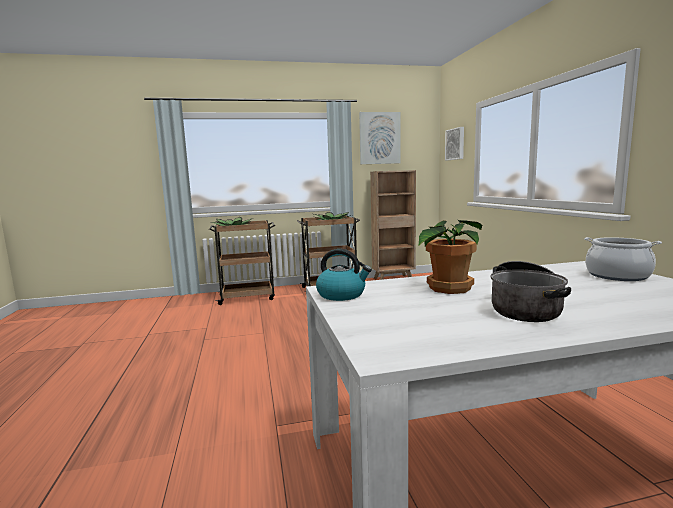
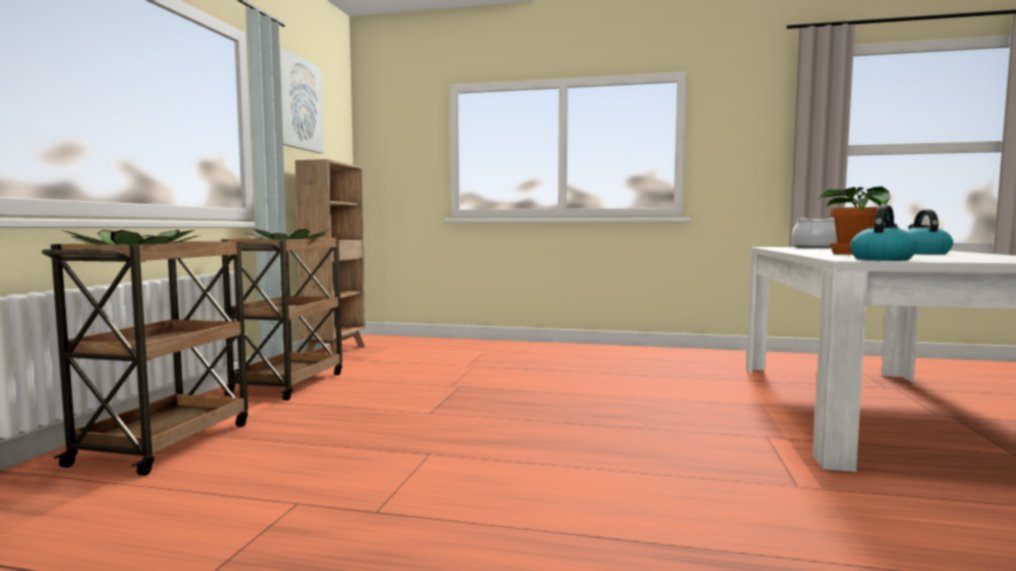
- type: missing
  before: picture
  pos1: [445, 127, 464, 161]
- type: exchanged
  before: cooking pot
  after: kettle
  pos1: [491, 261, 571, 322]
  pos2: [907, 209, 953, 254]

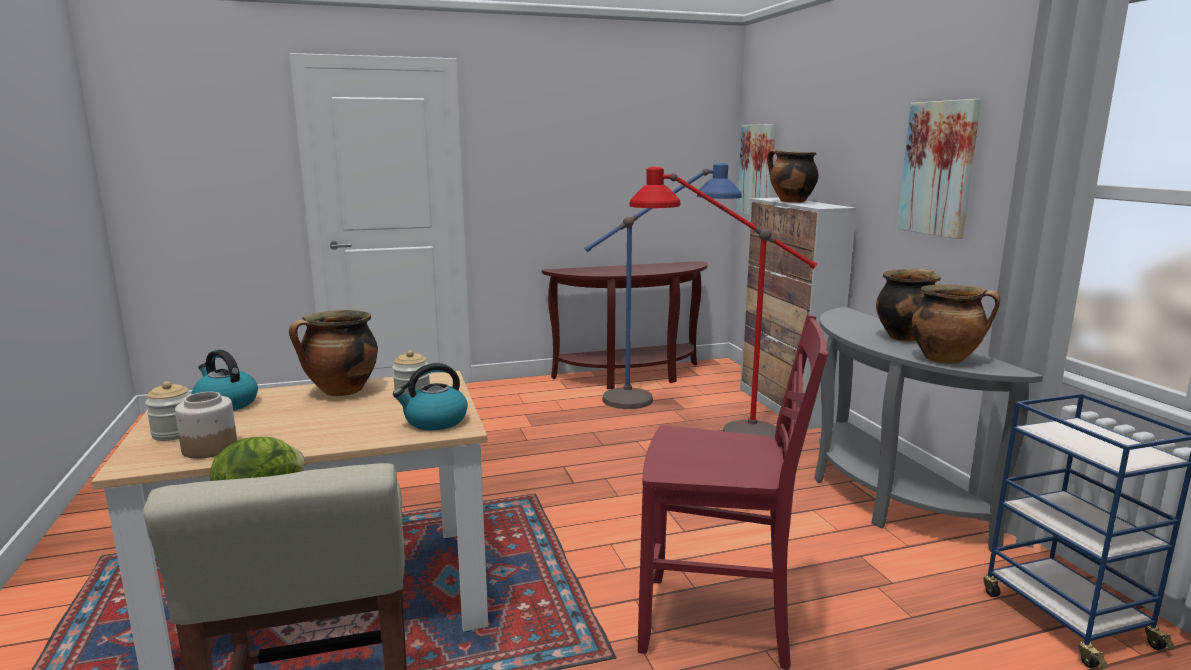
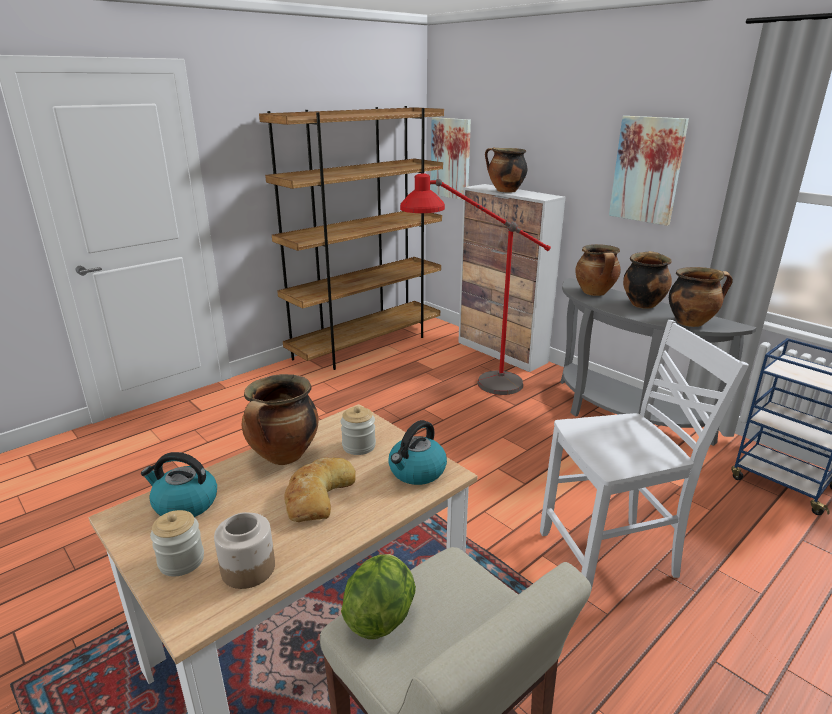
- type: exchanged
  before: brown console table
  after: brown bookcase
  pos1: [542, 261, 708, 389]
  pos2: [259, 106, 444, 370]
- type: missing
  before: blue floor lamp
  pos1: [584, 163, 742, 409]
- type: colour
  before: red chair
  after: white chair
  pos1: [638, 315, 829, 670]
  pos2: [540, 320, 749, 590]
- type: appeared
  after: bread
  pos2: [284, 458, 356, 522]
- type: appeared
  after: cooking pot
  pos2: [575, 244, 621, 296]

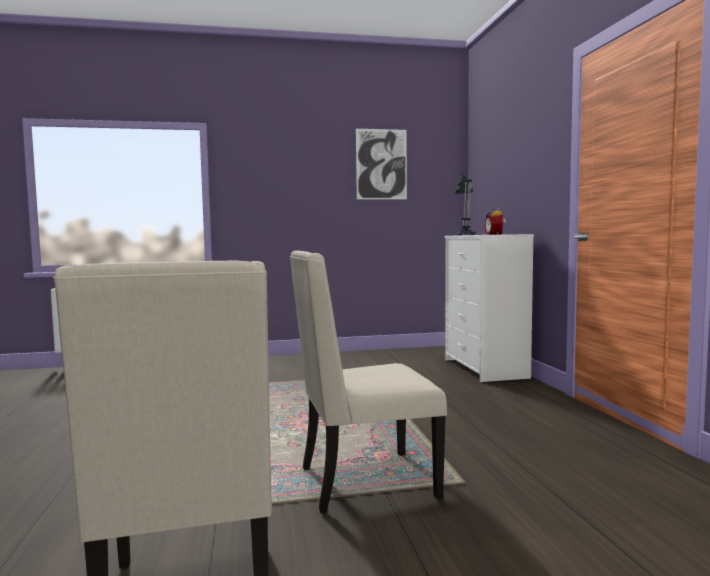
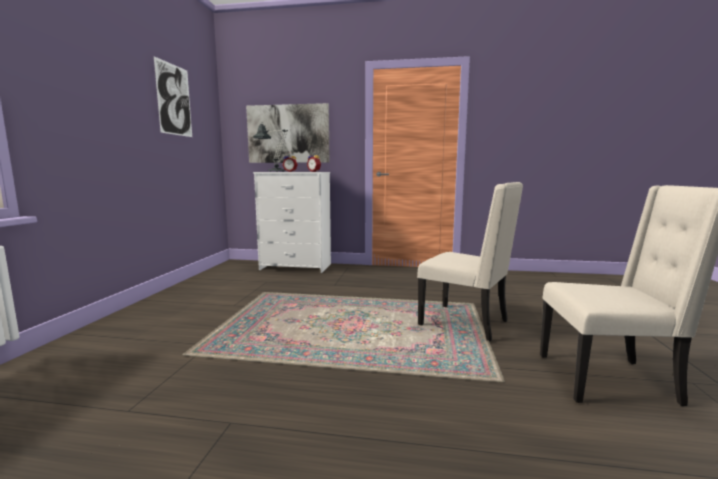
- type: spun
  before: beige chair
  pos1: [290, 251, 447, 513]
  pos2: [417, 182, 523, 342]
  turn: -60
- type: appeared
  after: picture
  pos2: [246, 103, 330, 163]

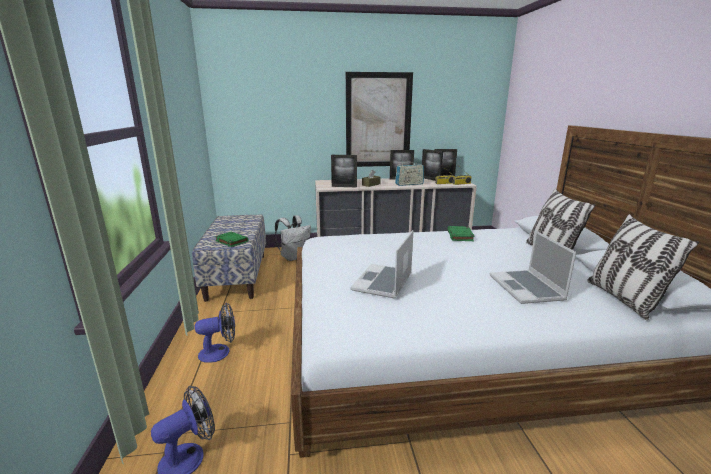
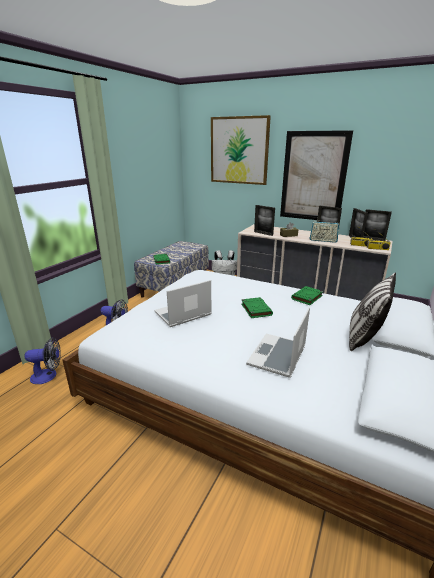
- type: missing
  before: pillow
  pos1: [587, 214, 699, 320]
- type: appeared
  after: picture
  pos2: [211, 115, 271, 185]
- type: appeared
  after: green book
  pos2: [242, 297, 273, 318]

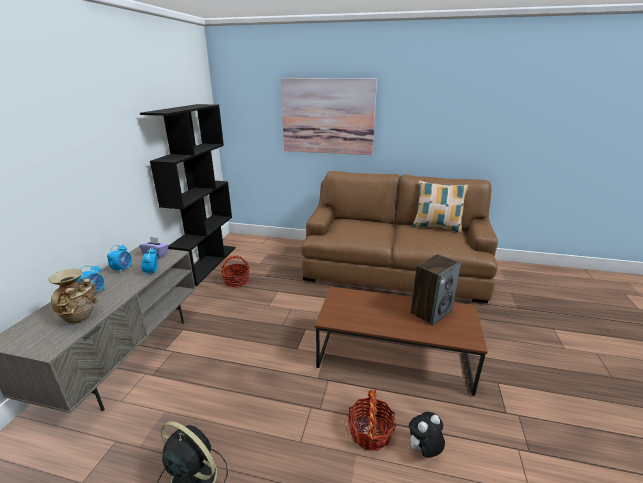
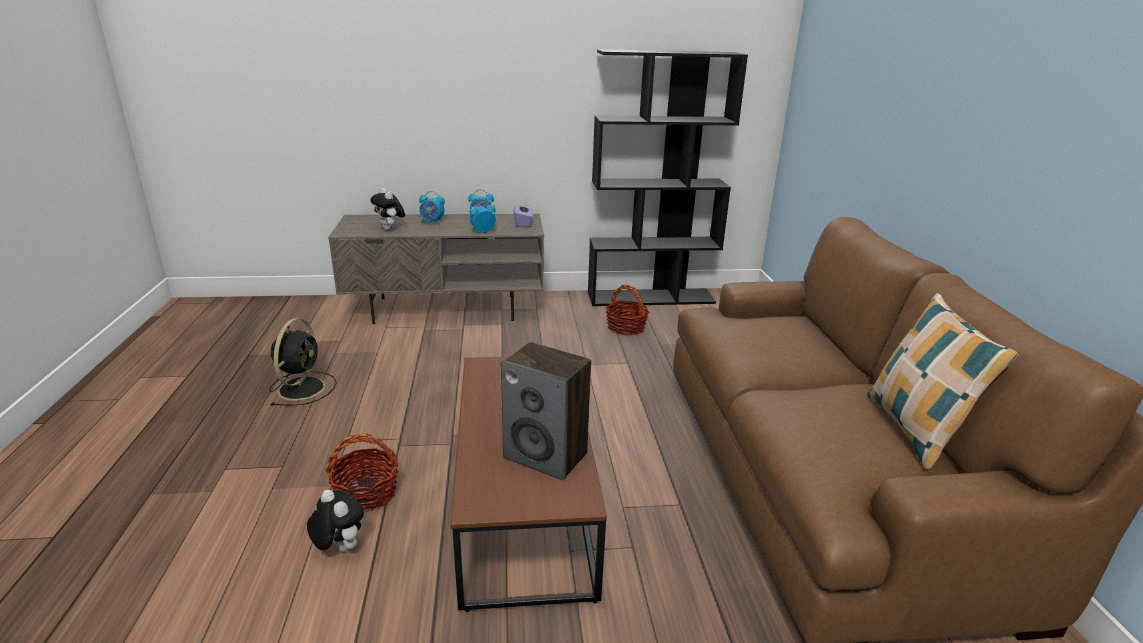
- type: exchanged
  before: beige vase
  after: plush toy
  pos1: [48, 269, 99, 324]
  pos2: [370, 188, 405, 230]
- type: missing
  before: picture
  pos1: [281, 78, 377, 155]

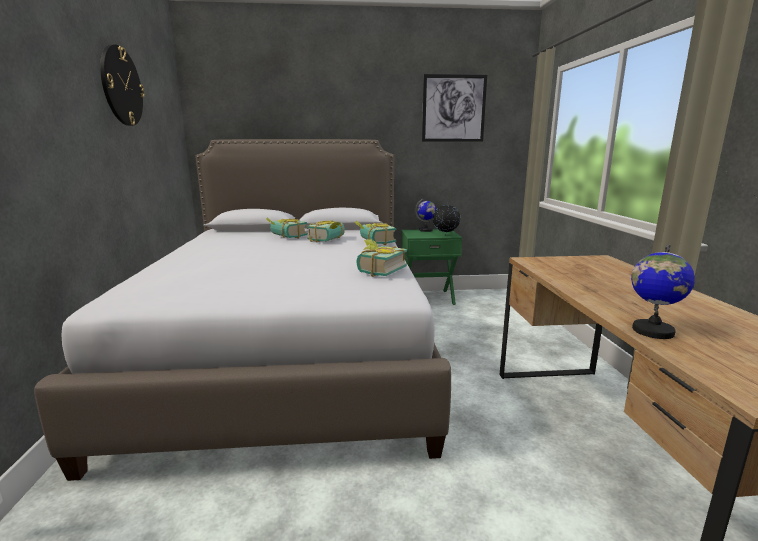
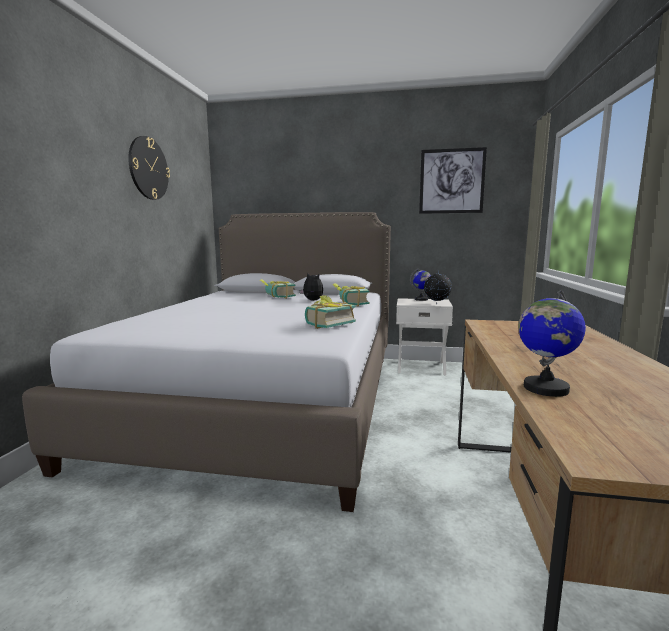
- type: exchanged
  before: book
  after: plush toy
  pos1: [307, 220, 345, 242]
  pos2: [300, 272, 323, 301]
- type: colour
  before: green nightstand
  after: white nightstand
  pos1: [401, 229, 462, 305]
  pos2: [396, 298, 453, 375]

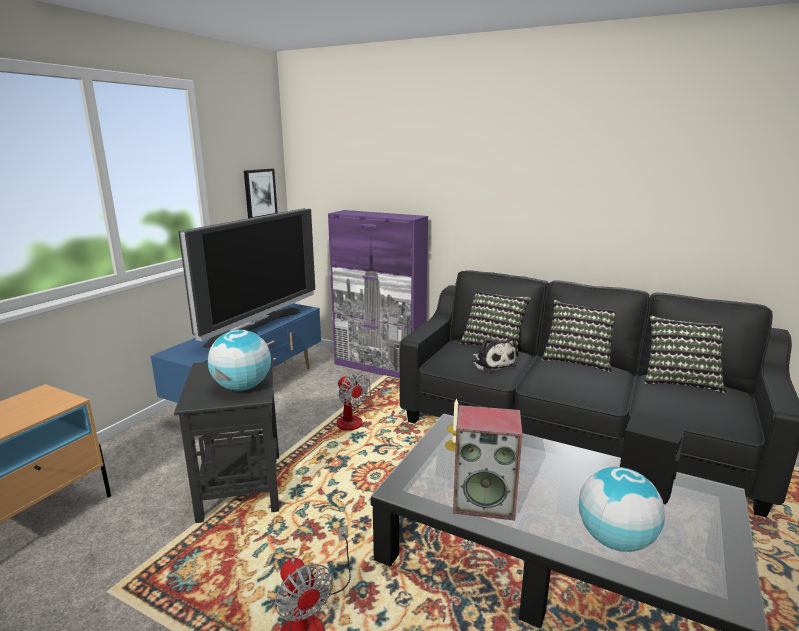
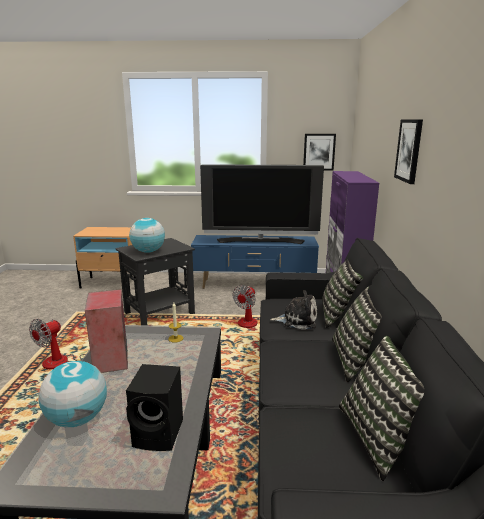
- type: spun
  before: plush toy
  pos1: [472, 337, 517, 373]
  pos2: [270, 290, 317, 330]
  turn: -120
- type: appeared
  after: picture
  pos2: [394, 119, 423, 184]

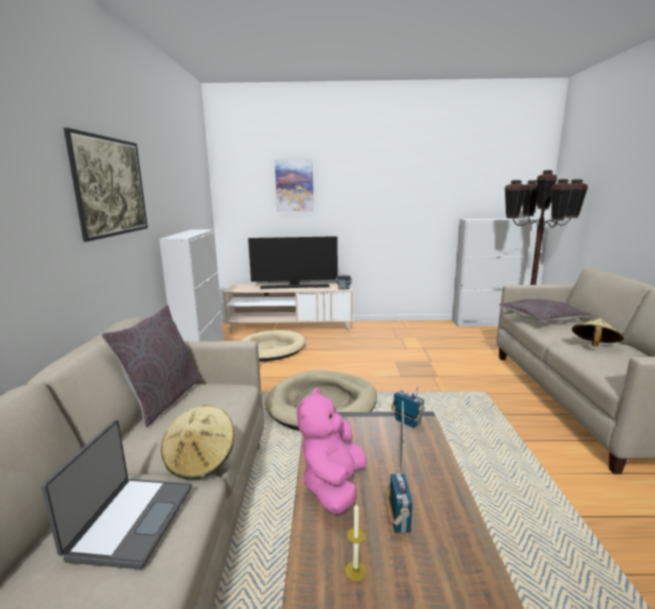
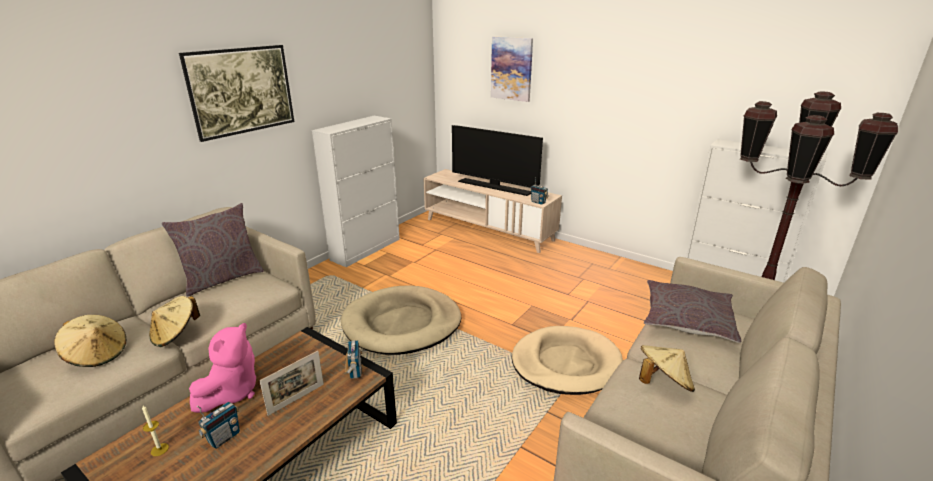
- type: exchanged
  before: laptop
  after: beige hat
  pos1: [41, 420, 192, 570]
  pos2: [54, 315, 126, 367]
- type: relocated
  before: beige dog bed
  pos1: [240, 330, 305, 361]
  pos2: [512, 326, 623, 395]
- type: spun
  before: pink plush toy
  pos1: [297, 388, 367, 514]
  pos2: [189, 323, 256, 413]
  turn: 150

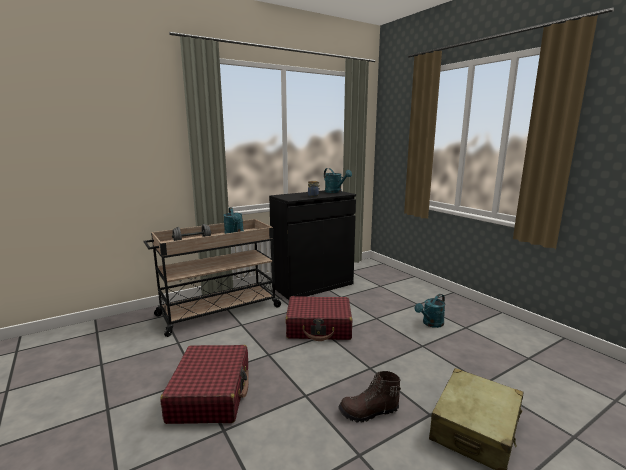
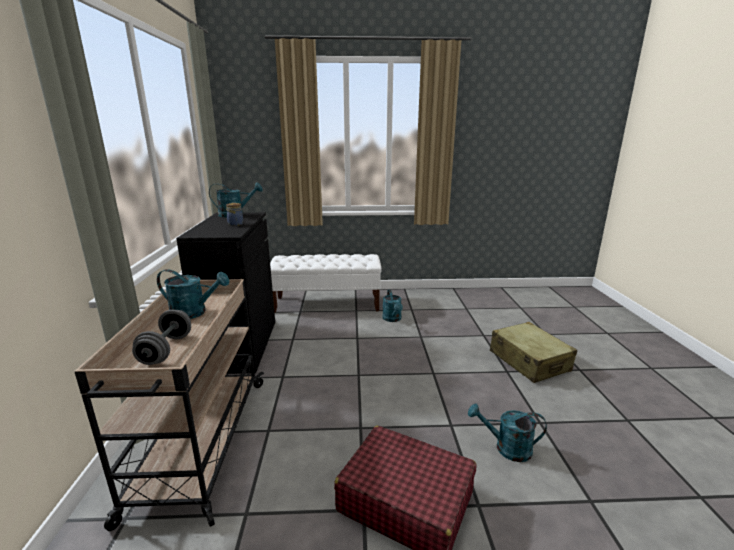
- type: missing
  before: red suitcase
  pos1: [285, 296, 352, 341]
- type: missing
  before: brown boot
  pos1: [339, 371, 401, 423]
- type: appeared
  after: white bench
  pos2: [270, 254, 382, 313]
- type: appeared
  after: turquoise watering can
  pos2: [468, 404, 547, 462]

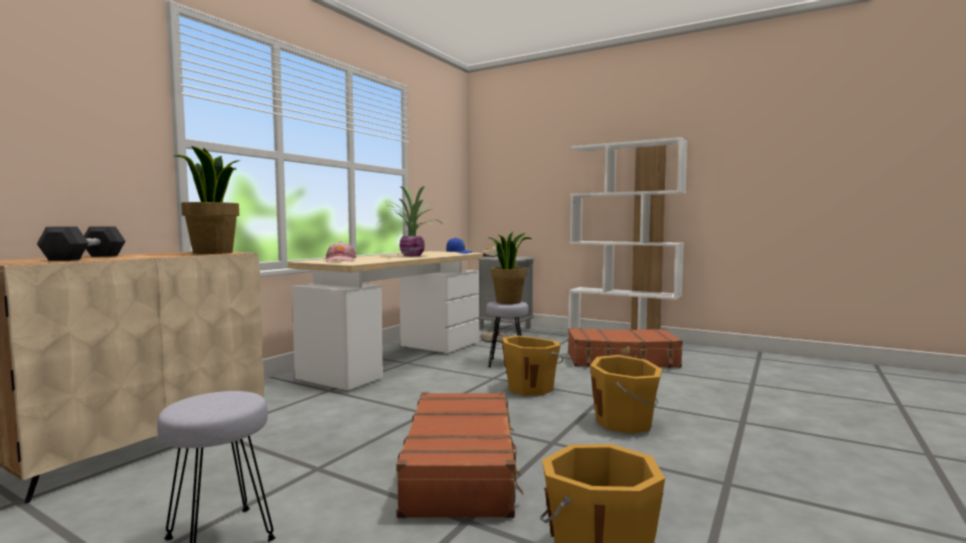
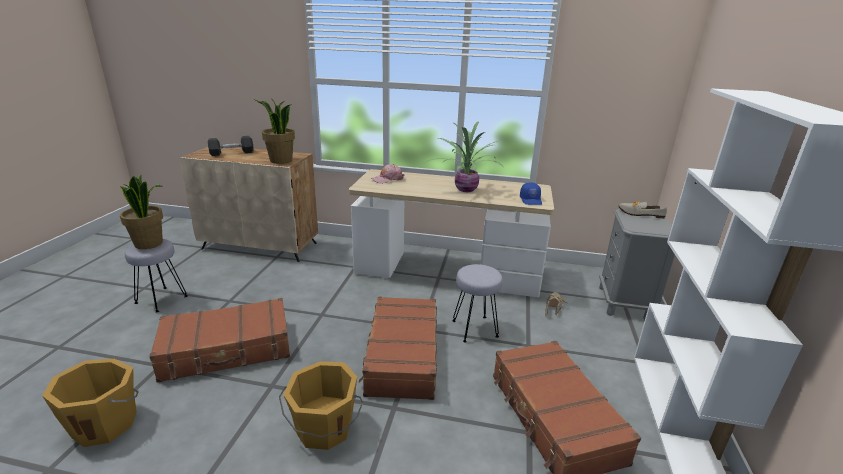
- type: relocated
  before: potted plant
  pos1: [488, 232, 531, 304]
  pos2: [120, 175, 163, 249]
- type: exchanged
  before: orange bucket
  after: brown suitcase
  pos1: [502, 336, 563, 396]
  pos2: [359, 296, 437, 400]

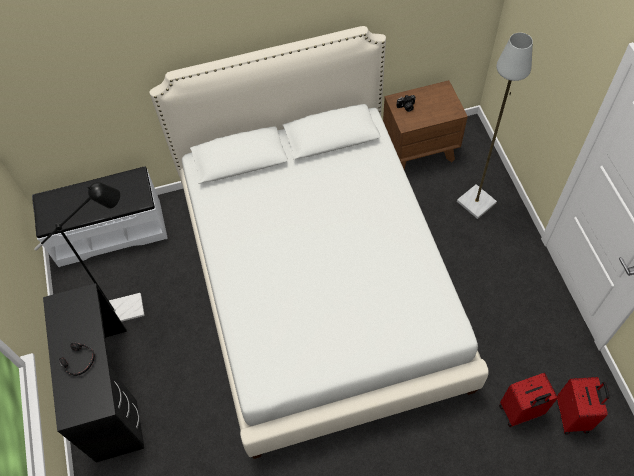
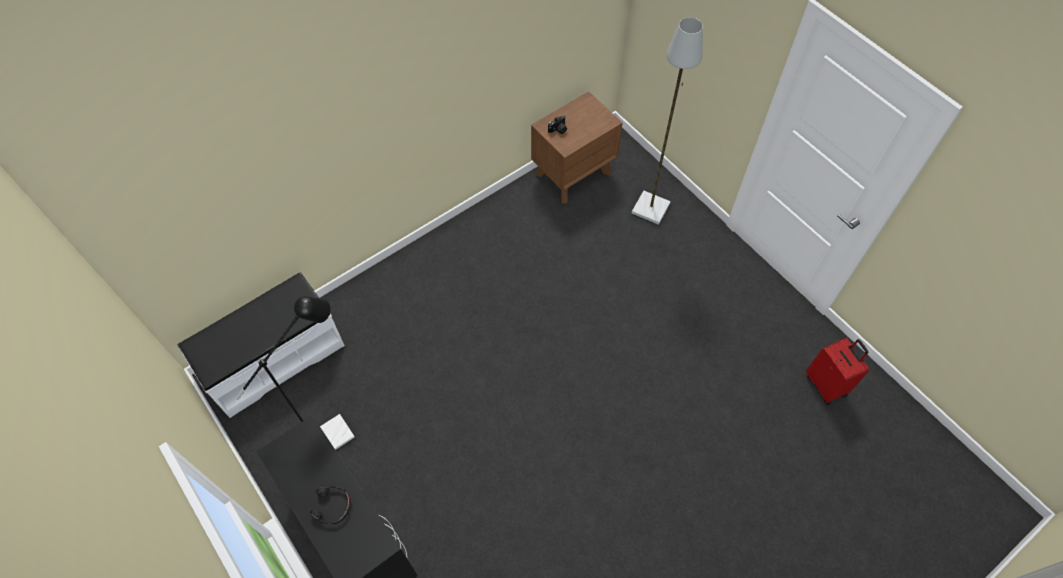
- type: missing
  before: white bed
  pos1: [149, 26, 489, 459]
- type: missing
  before: red suitcase
  pos1: [499, 373, 558, 427]

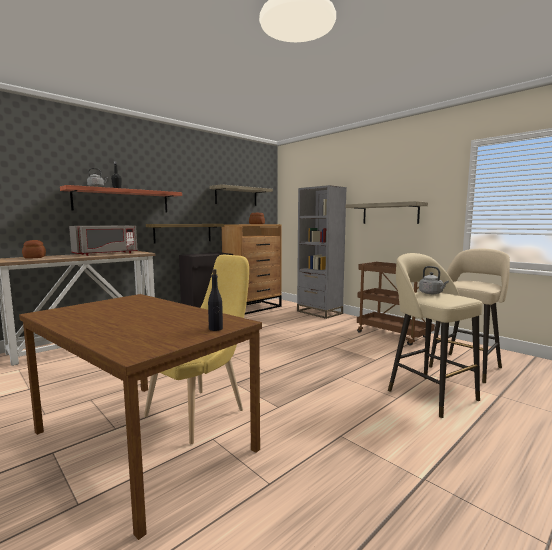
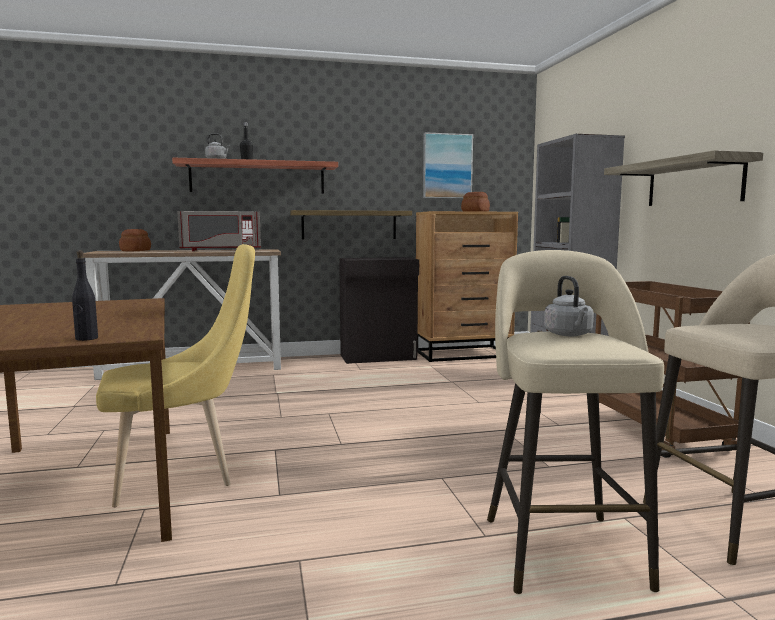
- type: exchanged
  before: shelf
  after: picture
  pos1: [209, 184, 273, 206]
  pos2: [423, 132, 473, 199]

